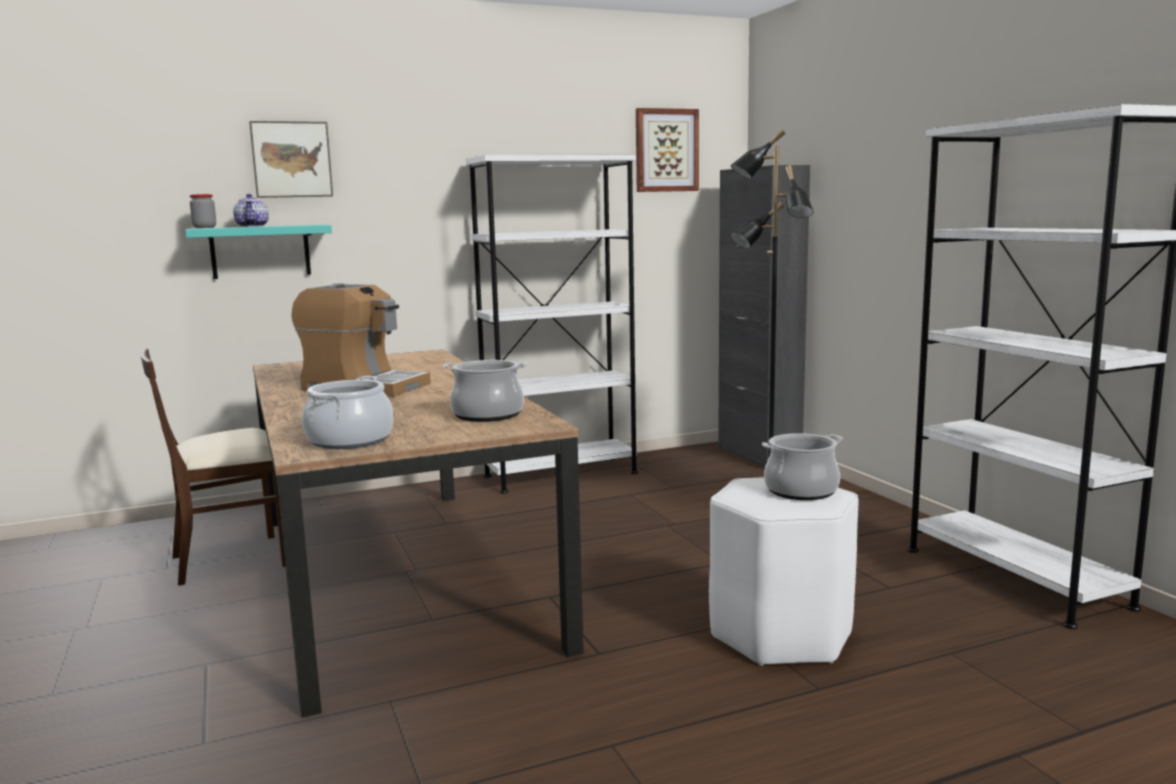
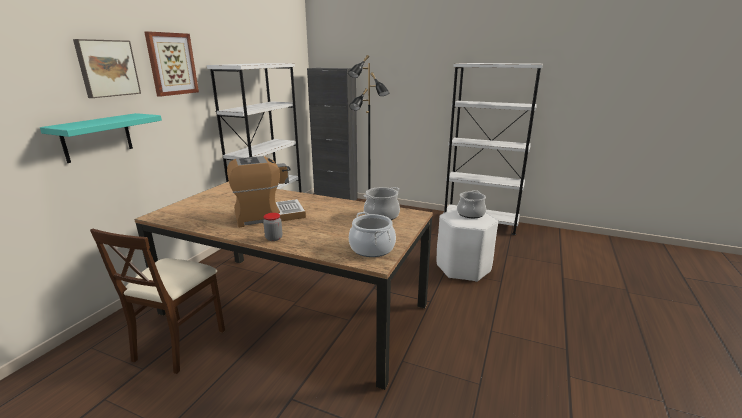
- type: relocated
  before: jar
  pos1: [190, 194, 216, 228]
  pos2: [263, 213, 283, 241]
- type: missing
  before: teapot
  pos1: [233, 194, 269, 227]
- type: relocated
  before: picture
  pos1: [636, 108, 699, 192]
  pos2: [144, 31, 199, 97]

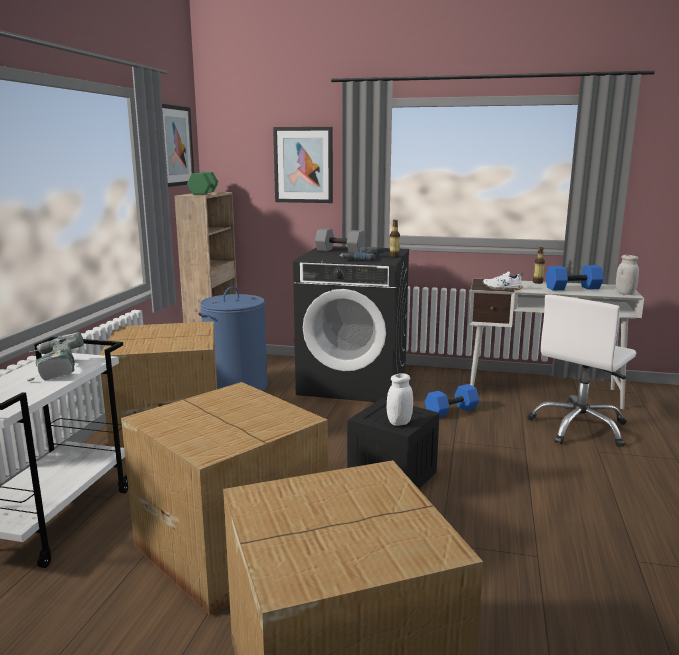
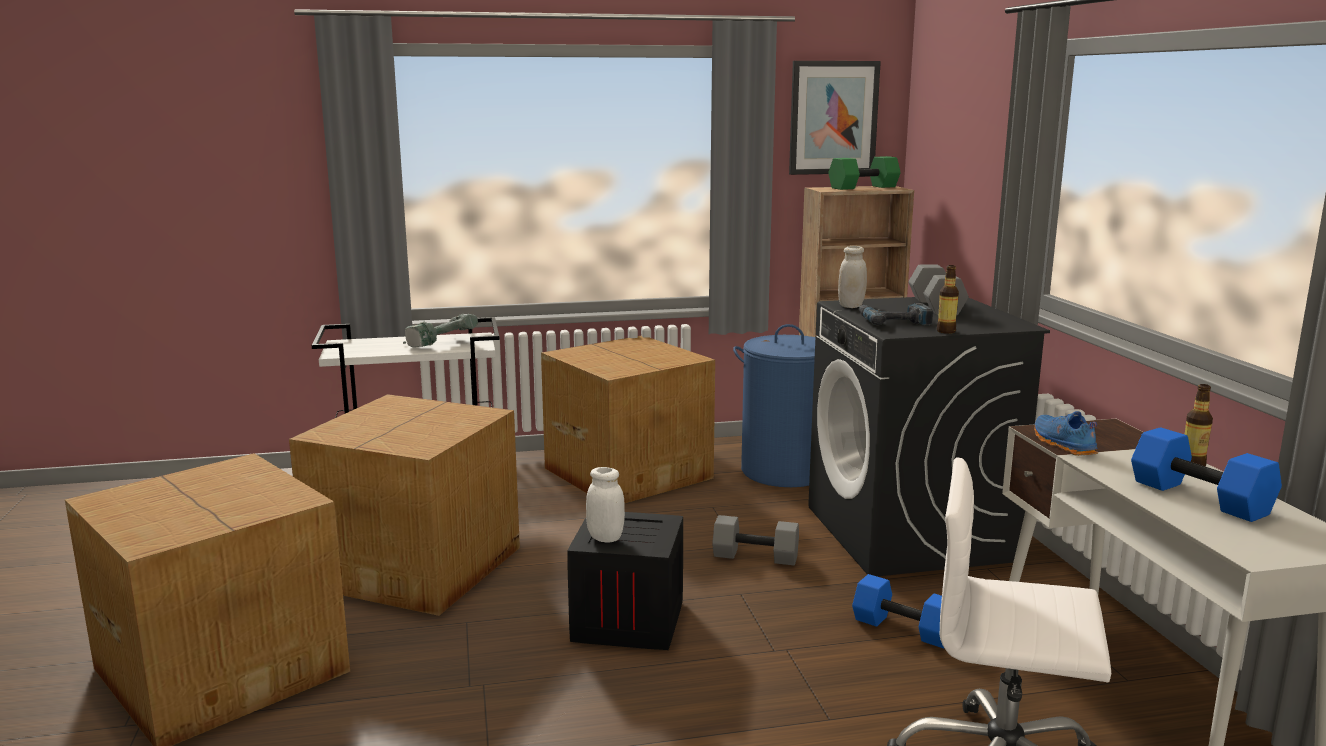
- type: missing
  before: picture
  pos1: [273, 127, 333, 203]
- type: colour
  before: white shoe
  after: blue shoe
  pos1: [483, 271, 523, 290]
  pos2: [1034, 411, 1099, 456]
- type: relocated
  before: white jar
  pos1: [616, 255, 639, 295]
  pos2: [838, 246, 867, 308]
- type: appeared
  after: grey dumbbell
  pos2: [712, 515, 799, 565]

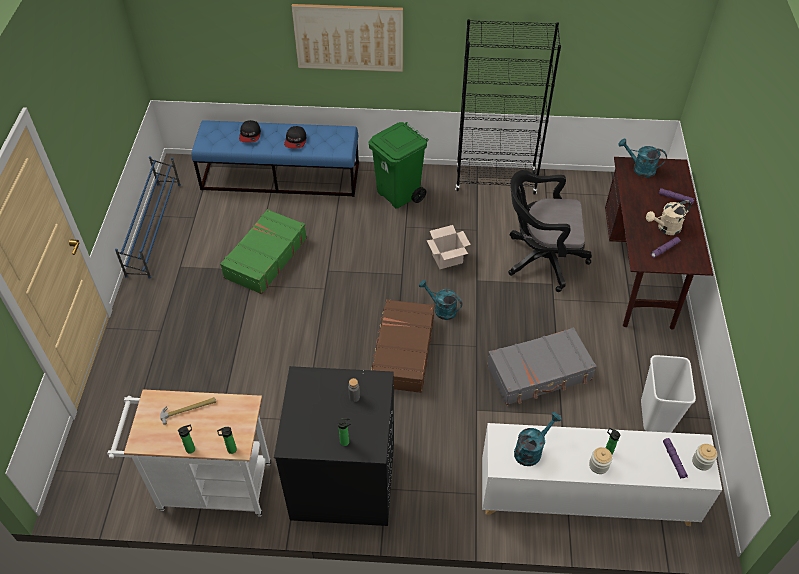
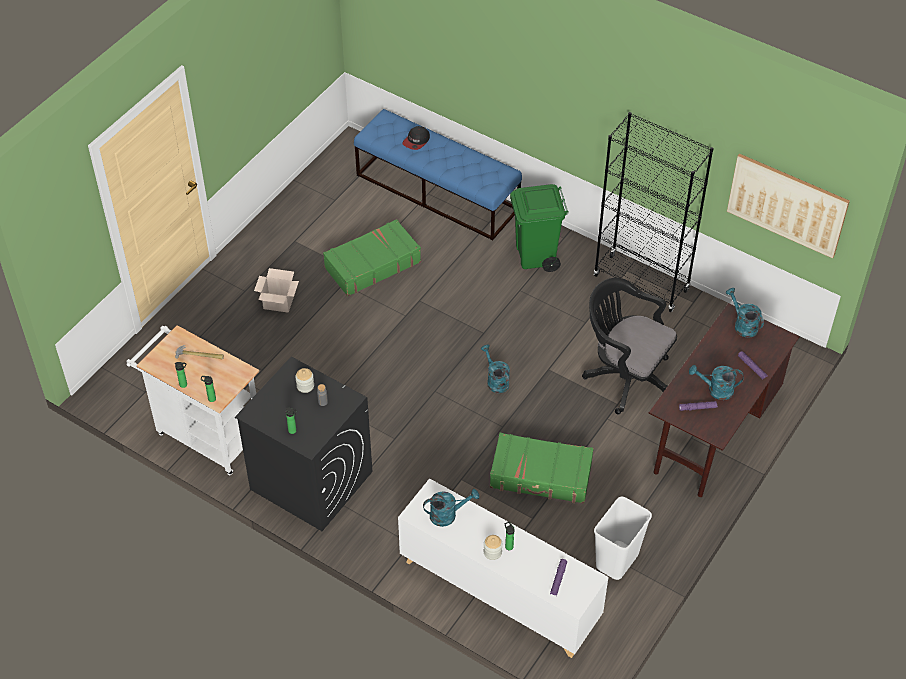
- type: missing
  before: blue shoe rack
  pos1: [115, 156, 181, 279]
- type: missing
  before: cap
  pos1: [284, 126, 306, 149]
- type: relocated
  before: picture
  pos1: [291, 4, 403, 72]
  pos2: [727, 154, 850, 259]
- type: missing
  before: brown suitcase
  pos1: [371, 299, 434, 393]
- type: relocated
  before: cardboard box
  pos1: [426, 225, 471, 269]
  pos2: [254, 268, 299, 313]
- type: colour
  before: grey suitcase
  after: green suitcase
  pos1: [487, 327, 597, 405]
  pos2: [490, 433, 594, 504]
- type: colour
  before: beige watering can
  after: turquoise watering can
  pos1: [646, 200, 691, 235]
  pos2: [689, 365, 744, 400]
- type: relocated
  before: jar
  pos1: [692, 444, 717, 471]
  pos2: [295, 368, 314, 393]

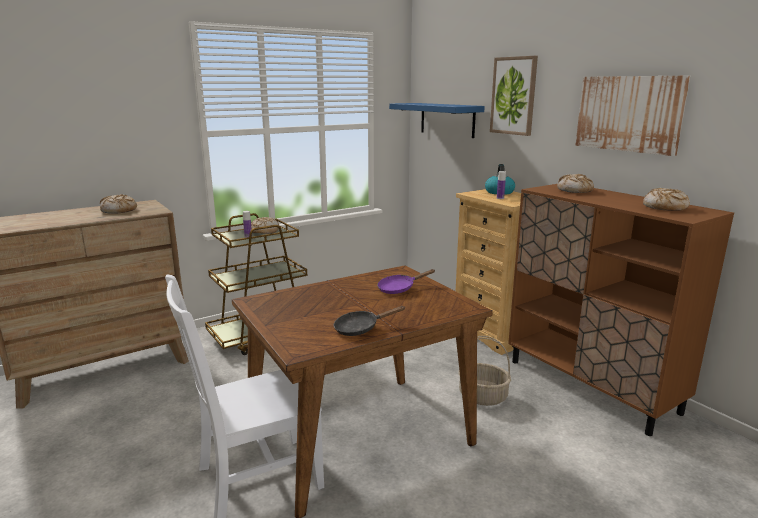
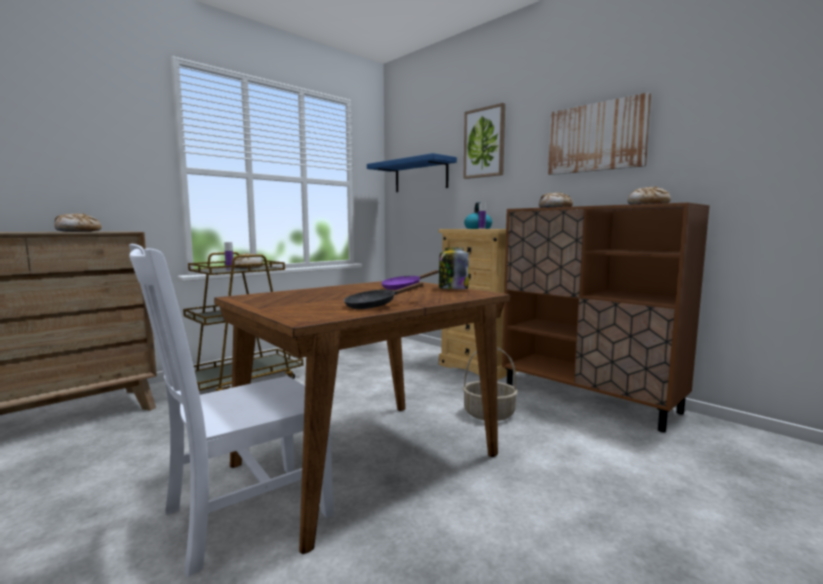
- type: appeared
  after: jar
  pos2: [439, 247, 469, 289]

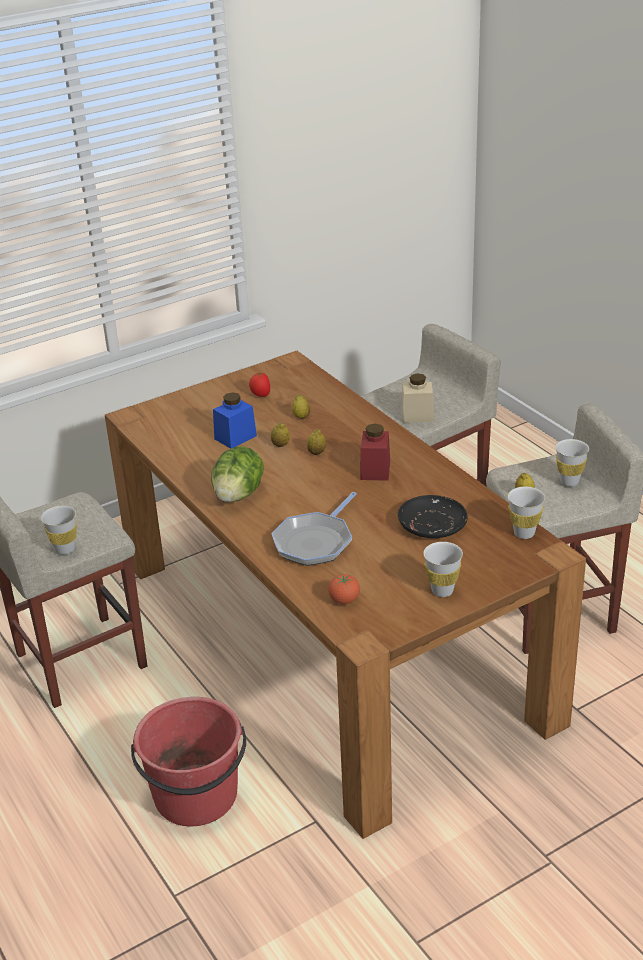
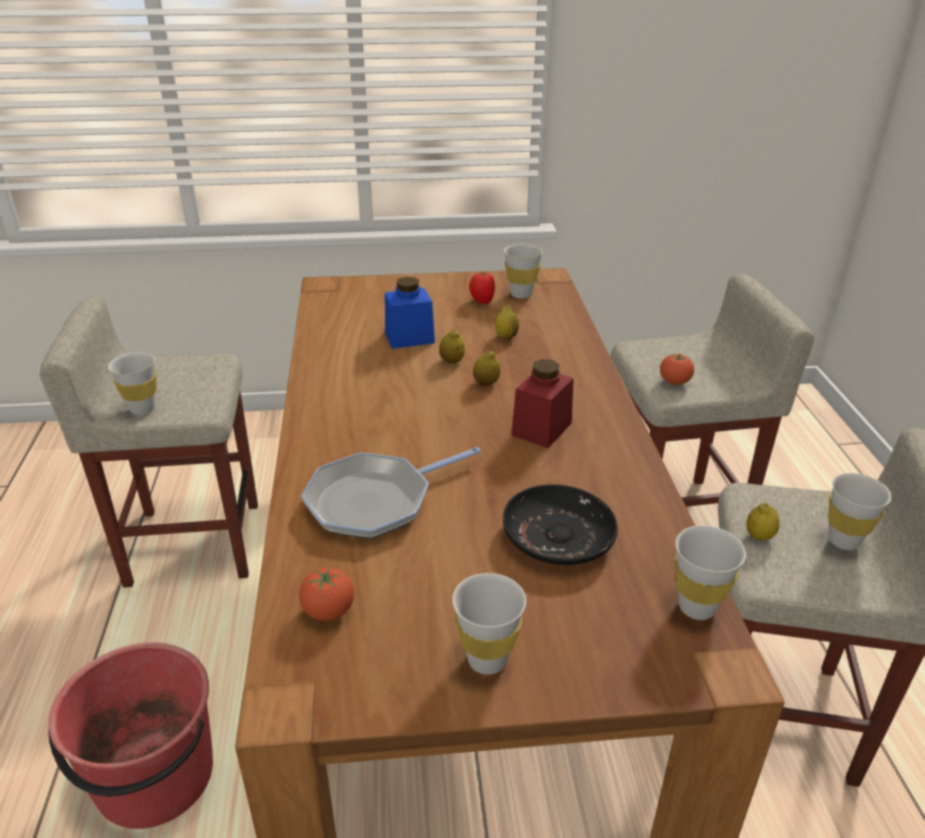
- type: missing
  before: lettuce
  pos1: [211, 446, 264, 502]
- type: exchanged
  before: beige jar
  after: tomato
  pos1: [402, 373, 434, 423]
  pos2: [660, 354, 694, 385]
- type: appeared
  after: white cup
  pos2: [504, 244, 543, 299]

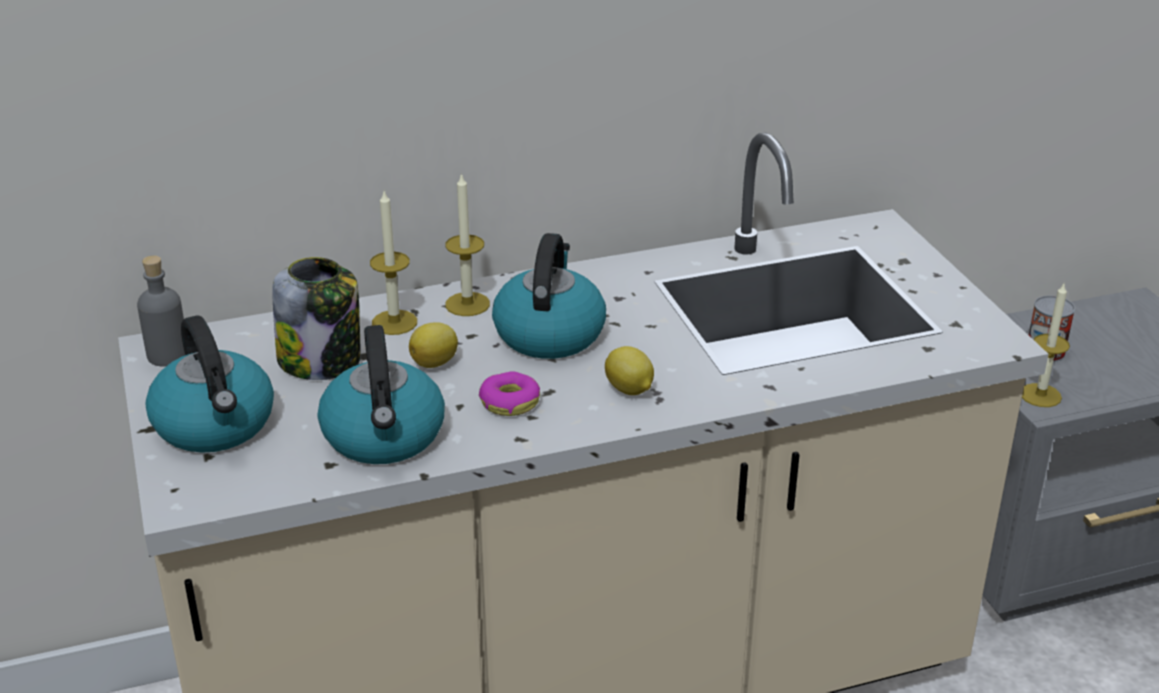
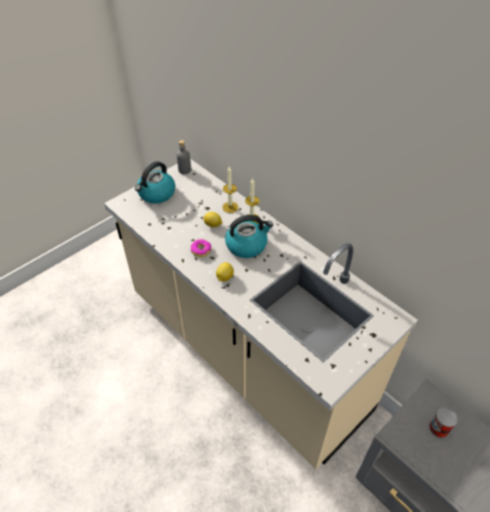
- type: missing
  before: jar
  pos1: [273, 257, 361, 380]
- type: missing
  before: kettle
  pos1: [318, 325, 445, 464]
- type: missing
  before: candle
  pos1: [1022, 284, 1070, 407]

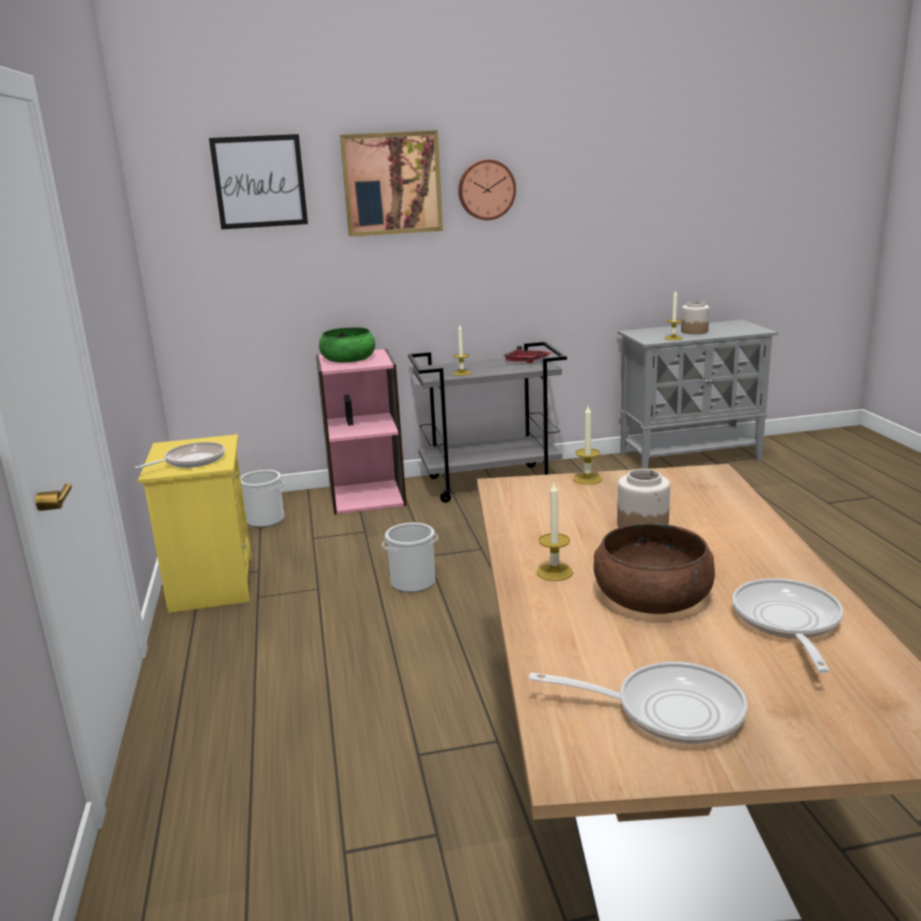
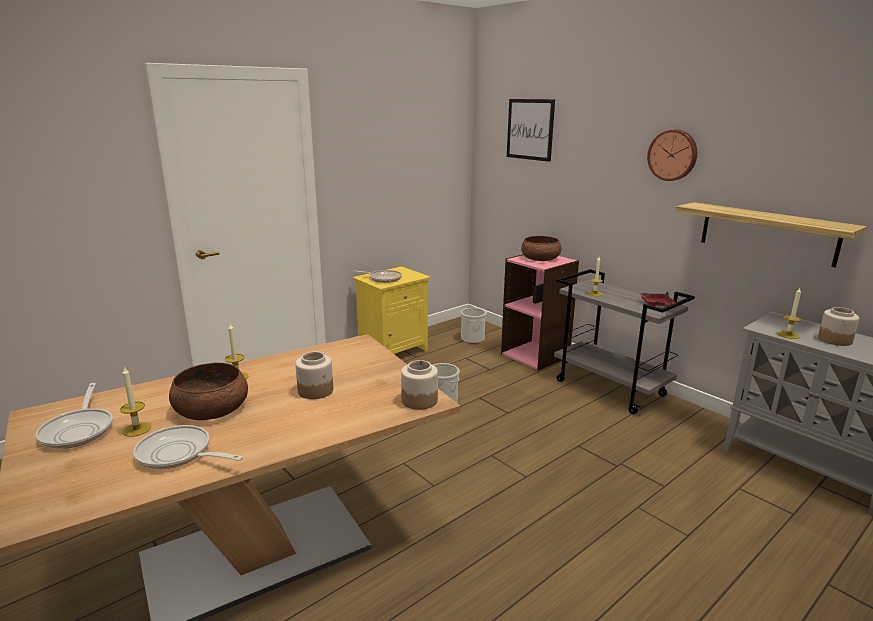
- type: colour
  before: green bowl
  after: brown bowl
  pos1: [319, 327, 375, 363]
  pos2: [521, 236, 561, 261]
- type: missing
  before: picture
  pos1: [340, 130, 443, 237]
- type: relocated
  before: candle
  pos1: [573, 406, 602, 485]
  pos2: [120, 366, 151, 437]
- type: spun
  before: frying pan
  pos1: [732, 578, 843, 673]
  pos2: [133, 425, 244, 469]
  turn: -135
- type: appeared
  after: jar
  pos2: [401, 360, 438, 410]
- type: appeared
  after: shelf
  pos2: [675, 202, 867, 268]

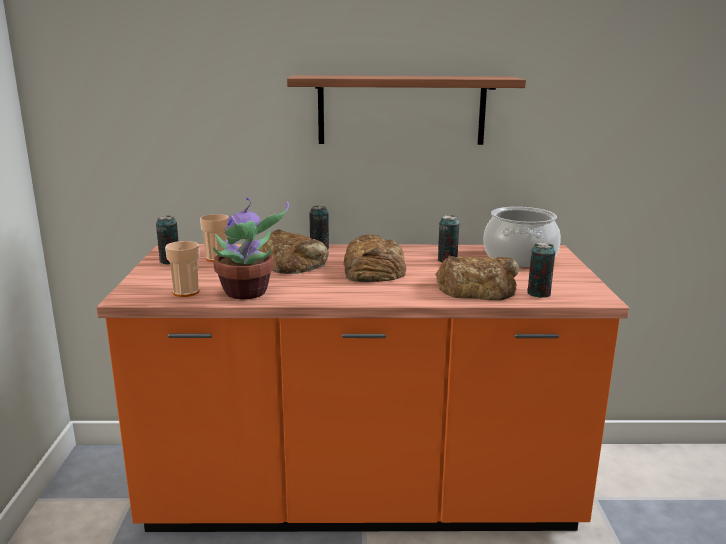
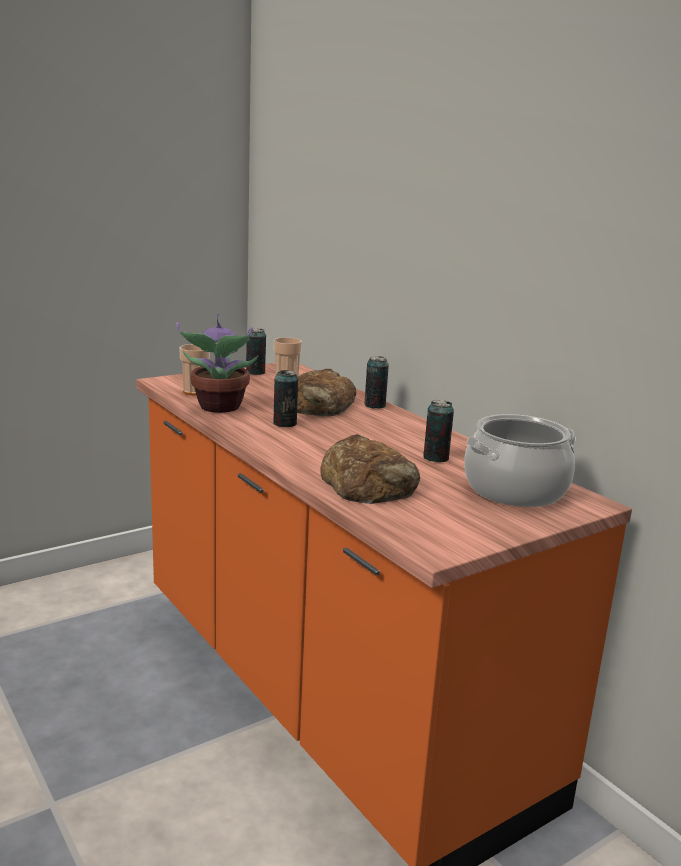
- type: missing
  before: shelf
  pos1: [287, 75, 526, 145]
- type: missing
  before: bread
  pos1: [344, 235, 406, 282]
- type: relocated
  before: can
  pos1: [528, 242, 555, 298]
  pos2: [273, 370, 298, 427]

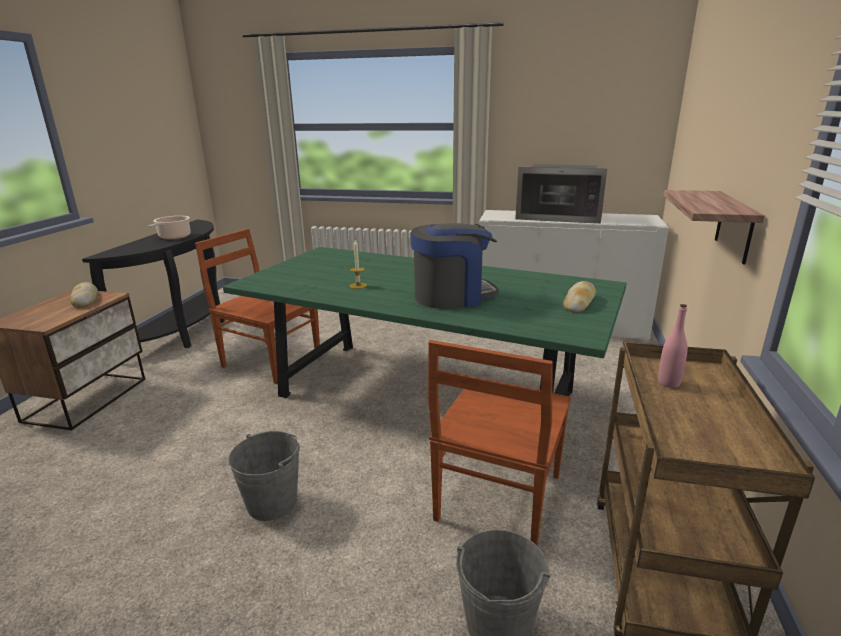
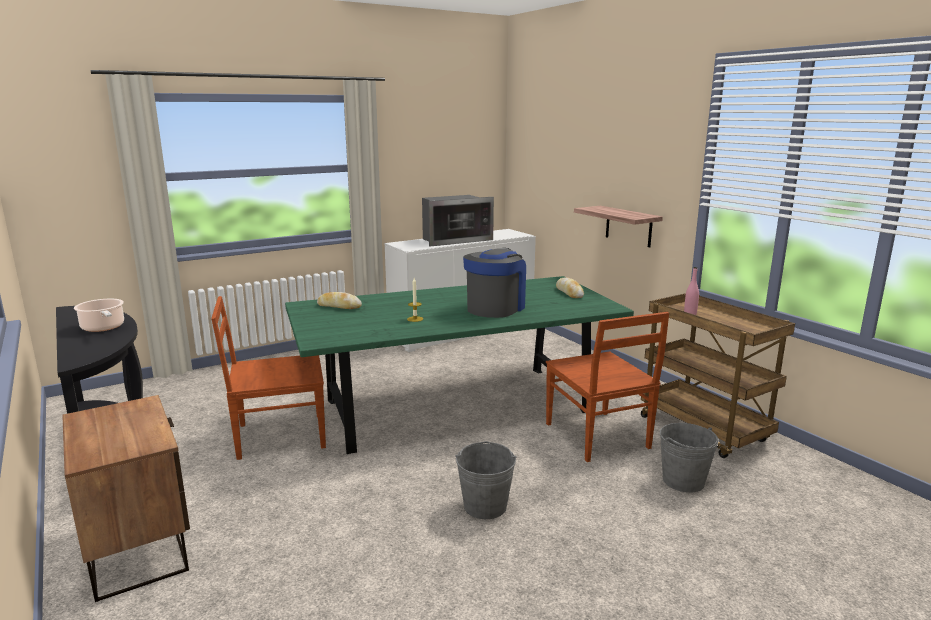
- type: relocated
  before: bread
  pos1: [70, 282, 98, 307]
  pos2: [317, 292, 362, 309]

